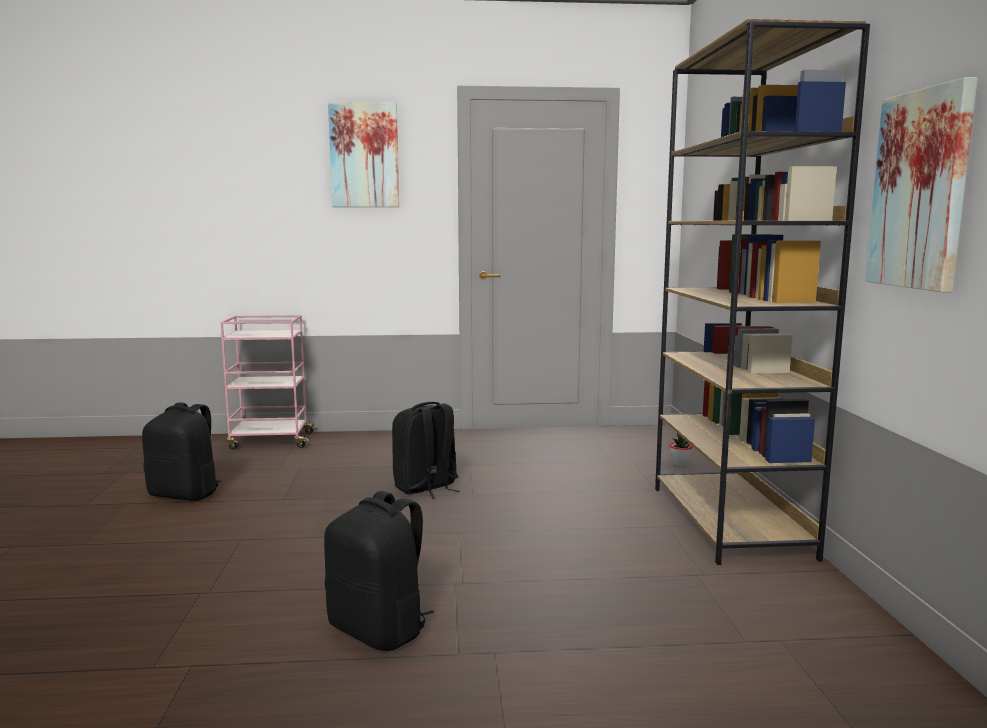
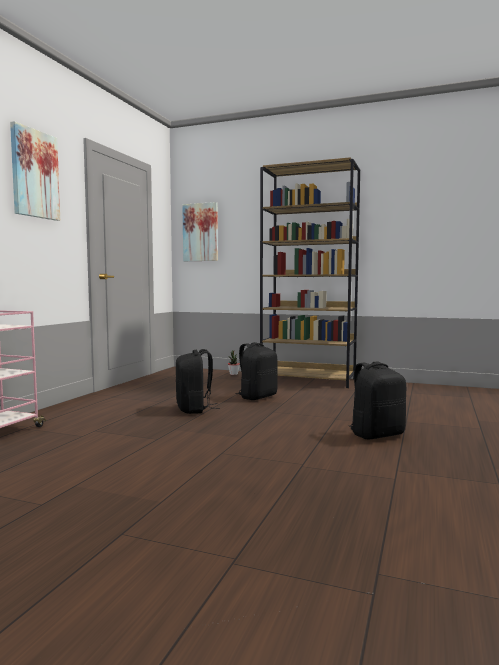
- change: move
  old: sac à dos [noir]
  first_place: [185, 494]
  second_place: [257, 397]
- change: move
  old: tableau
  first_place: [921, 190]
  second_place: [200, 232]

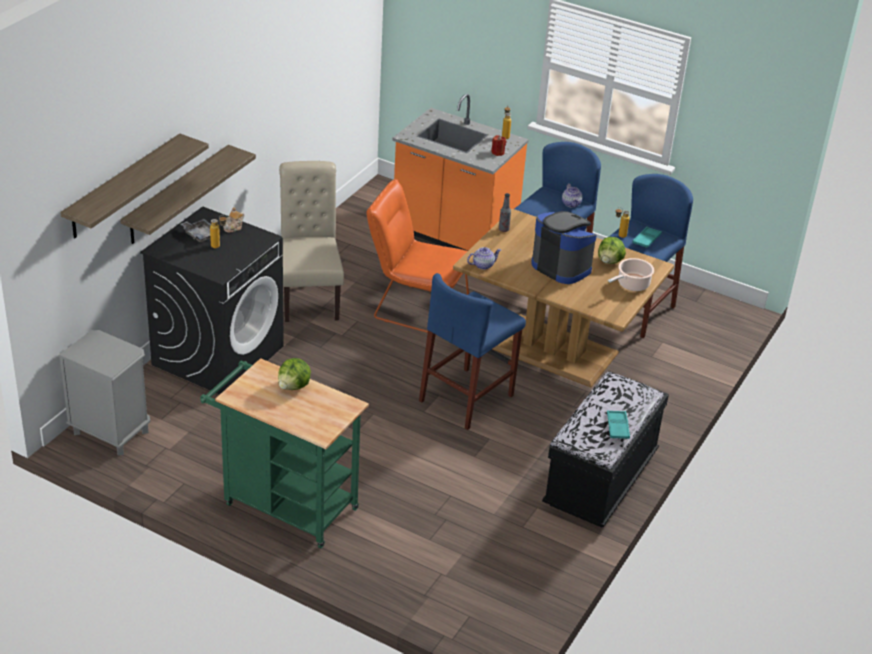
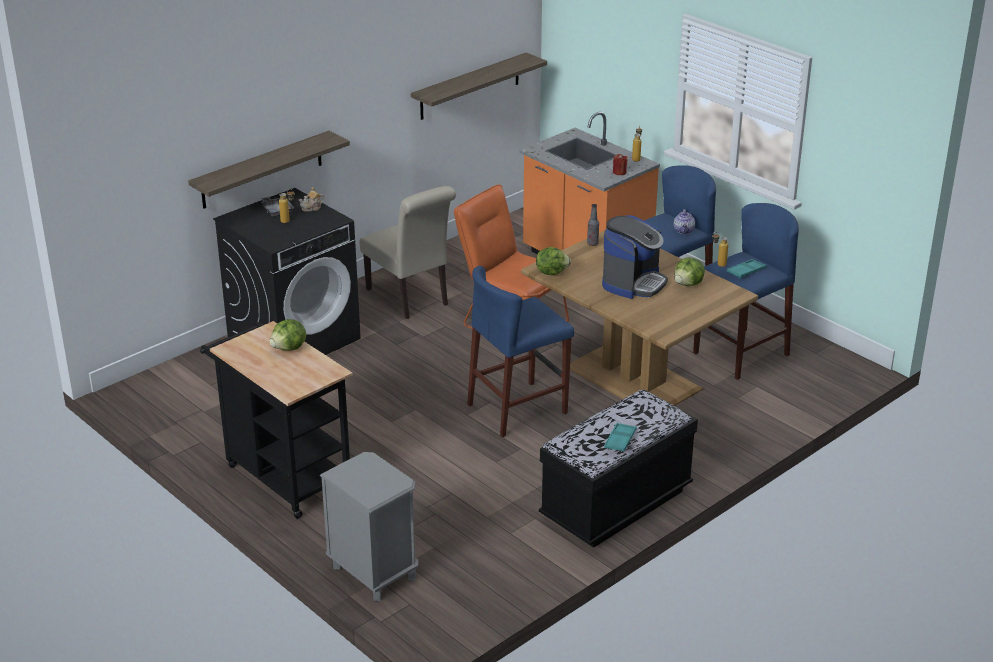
- change: delete
  old: marmite
  first_place: [631, 284]
- change: move
  old: table de chevet [gris]
  first_place: [110, 432]
  second_place: [373, 572]
- change: move
  old: étagère
  first_place: [124, 186]
  second_place: [470, 86]
- change: replace
  old: théière
  new: laitue
  first_place: [483, 265]
  second_place: [551, 272]
- change: recolor
  old: chariot [vert]
  new: chariot [noir]
  first_place: [284, 504]
  second_place: [284, 475]
- change: rotate
  old: chaise [beige]
  first_place: [309, 296]
  second_place: [410, 298]
  degrees: 135
- change: rotate
  old: machine à café
  first_place: [561, 266]
  second_place: [633, 283]
  degrees: 60

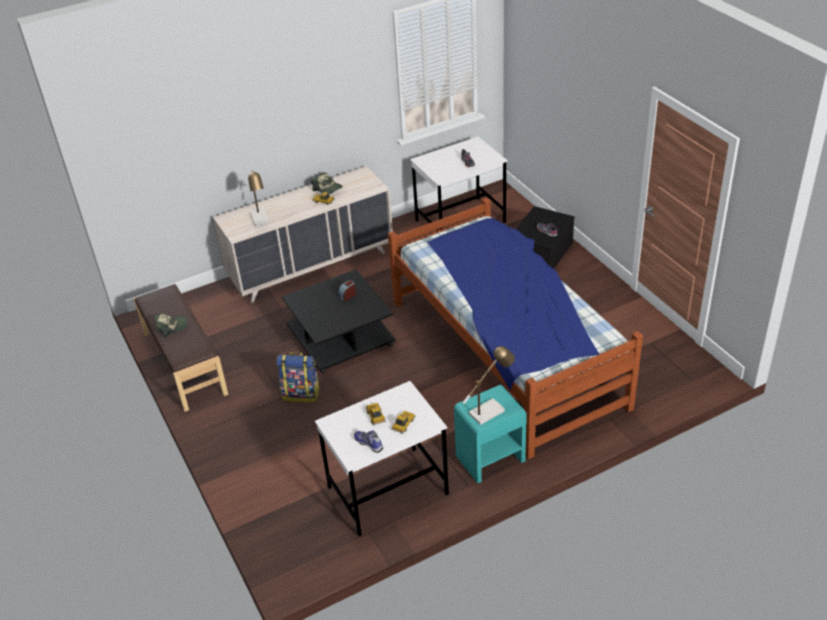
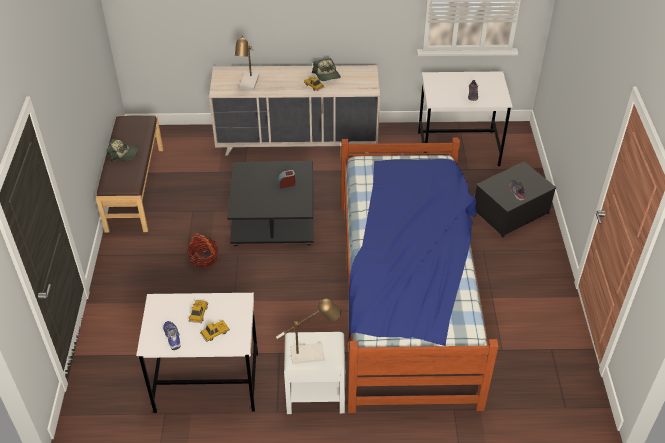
- change: replace
  old: sac à dos
  new: panier
  first_place: [301, 394]
  second_place: [204, 258]
- change: recolor
  old: table de chevet [turquoise]
  new: table de chevet [blanc]
  first_place: [489, 458]
  second_place: [315, 395]

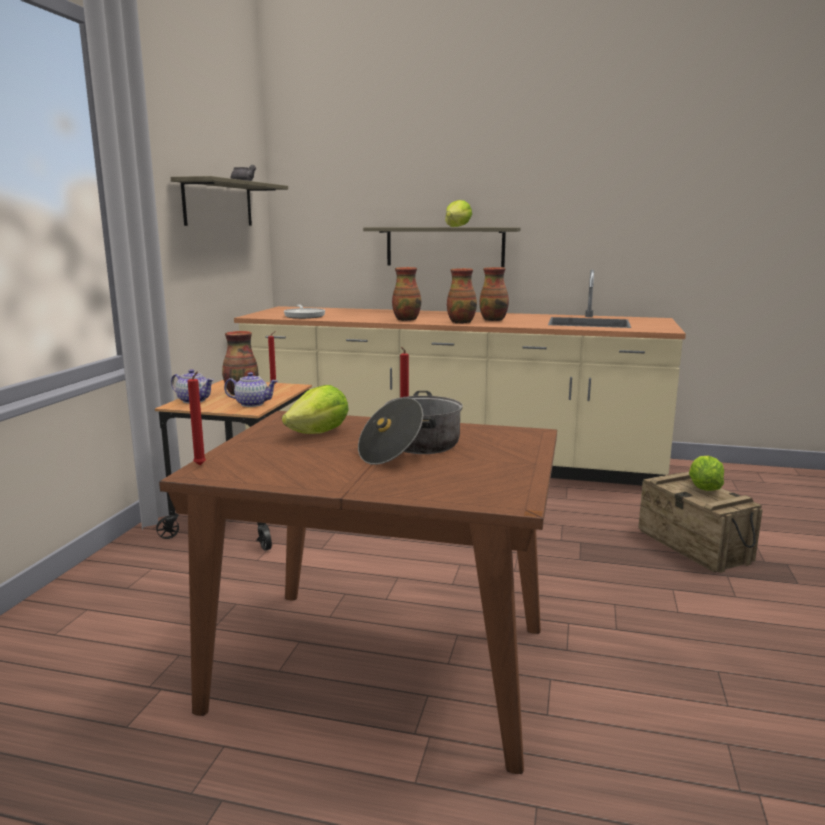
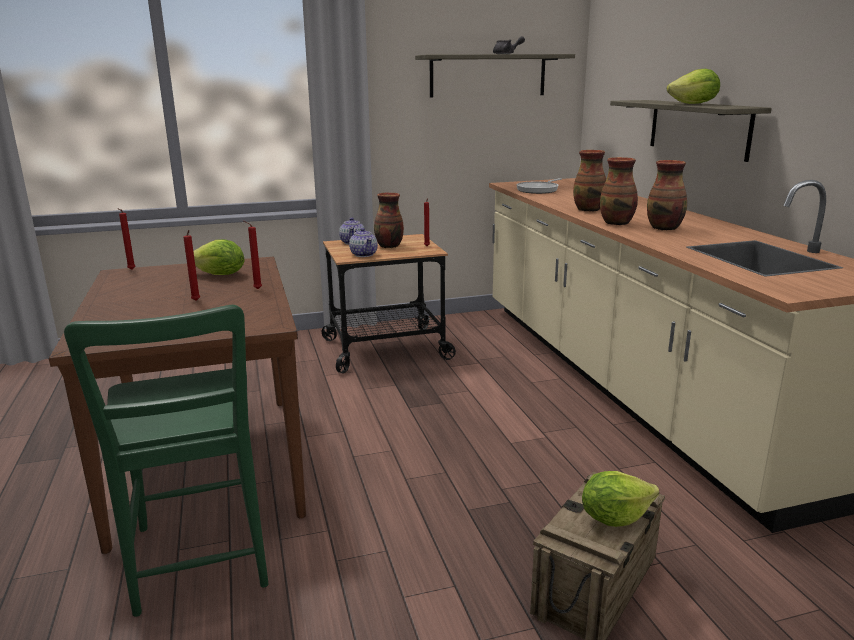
- change: insert
  new: chaise [vert]
  second_place: [201, 562]
- change: replace
  old: marmite
  new: bougie [rouge]
  first_place: [411, 449]
  second_place: [196, 301]

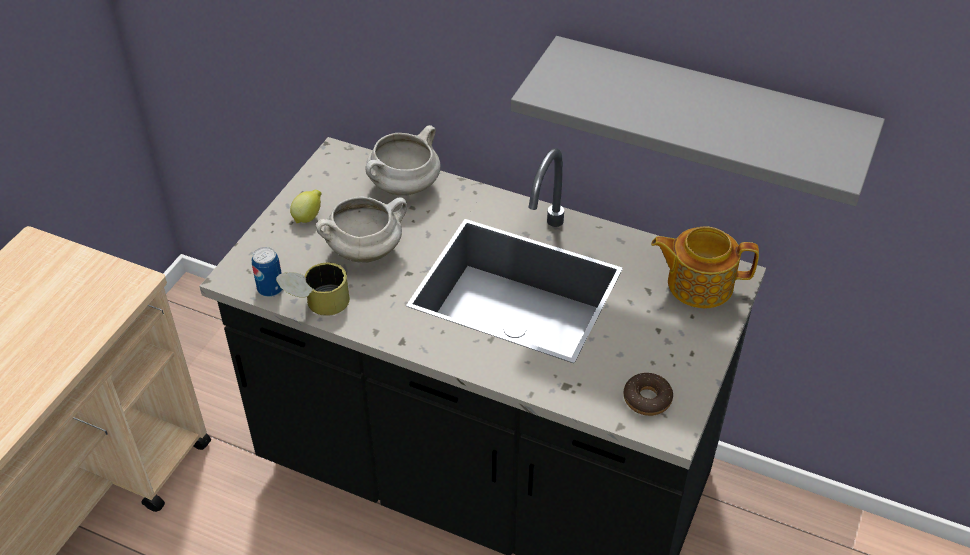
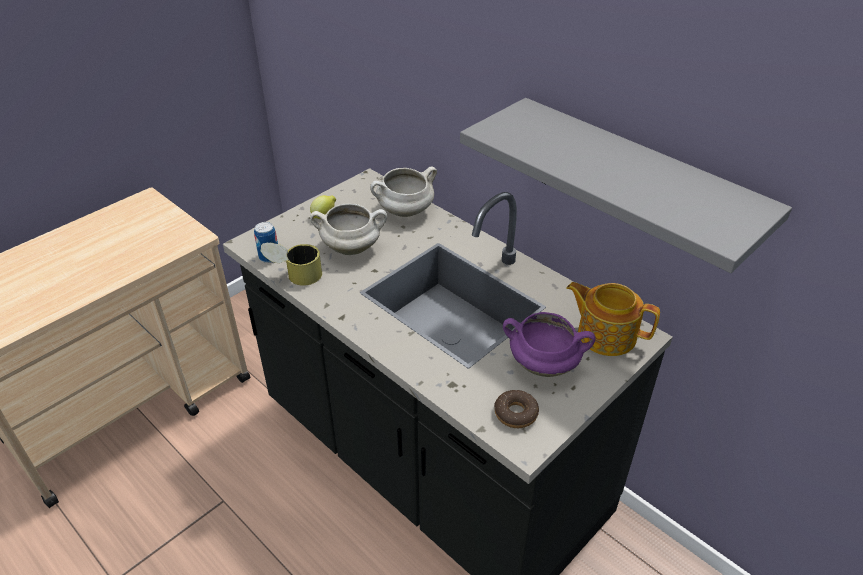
- change: insert
  new: marmite [violet]
  second_place: [544, 364]

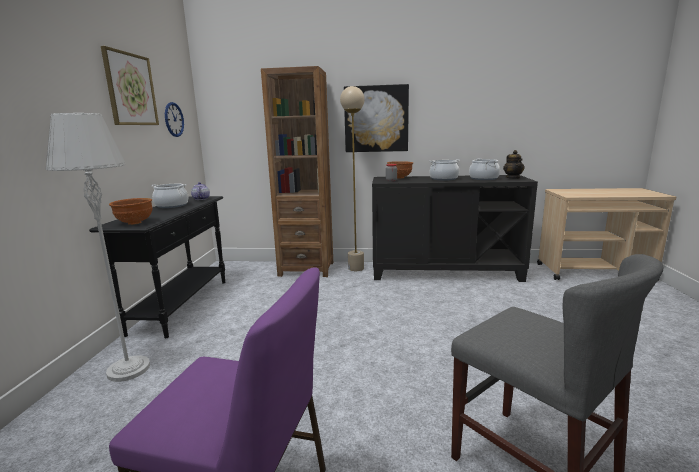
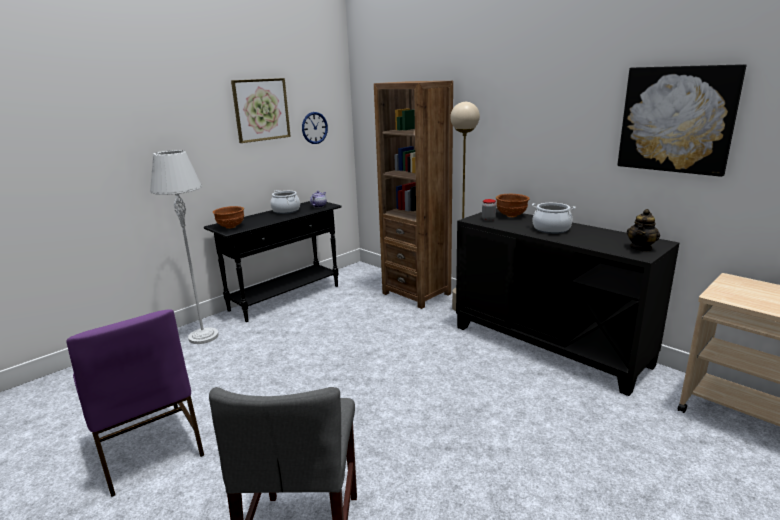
- change: delete
  old: marmite
  first_place: [484, 178]
- change: move
  old: tableau
  first_place: [376, 119]
  second_place: [676, 119]

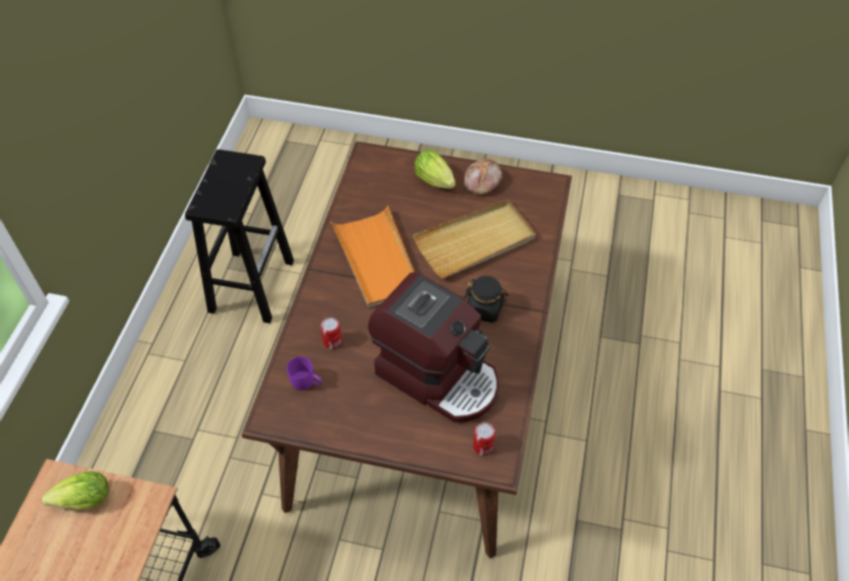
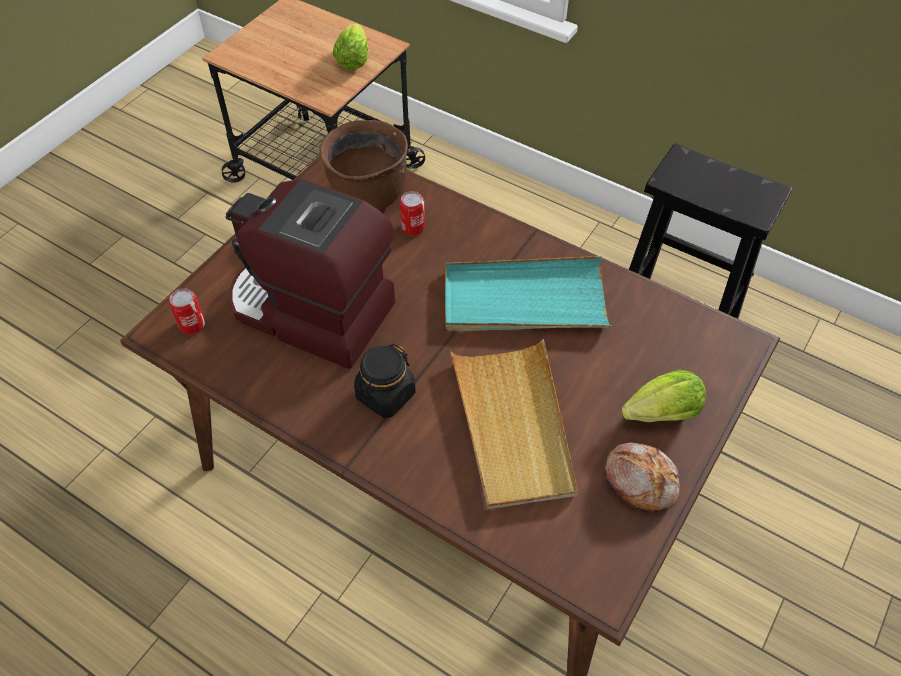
- change: replace
  old: mug [violet]
  new: marmite [marron]
  first_place: [307, 383]
  second_place: [368, 195]
- change: recolor
  old: plateau [orange]
  new: plateau [turquoise]
  first_place: [376, 259]
  second_place: [524, 300]
- change: rotate
  old: machine à café
  first_place: [438, 375]
  second_place: [311, 312]
  degrees: 60

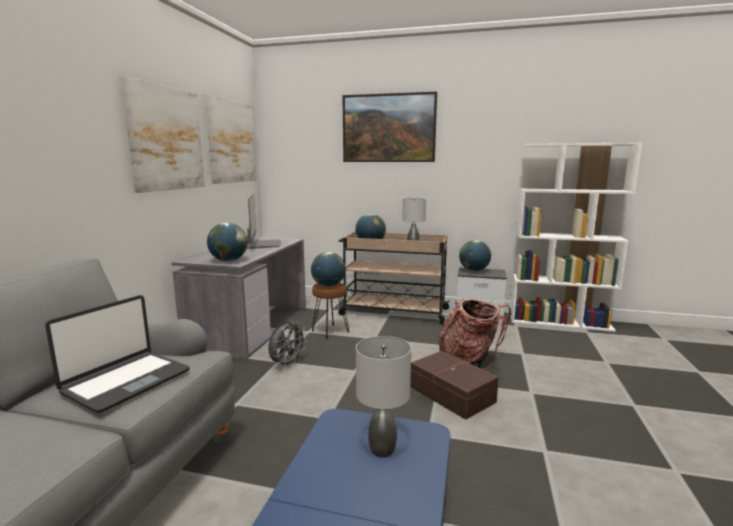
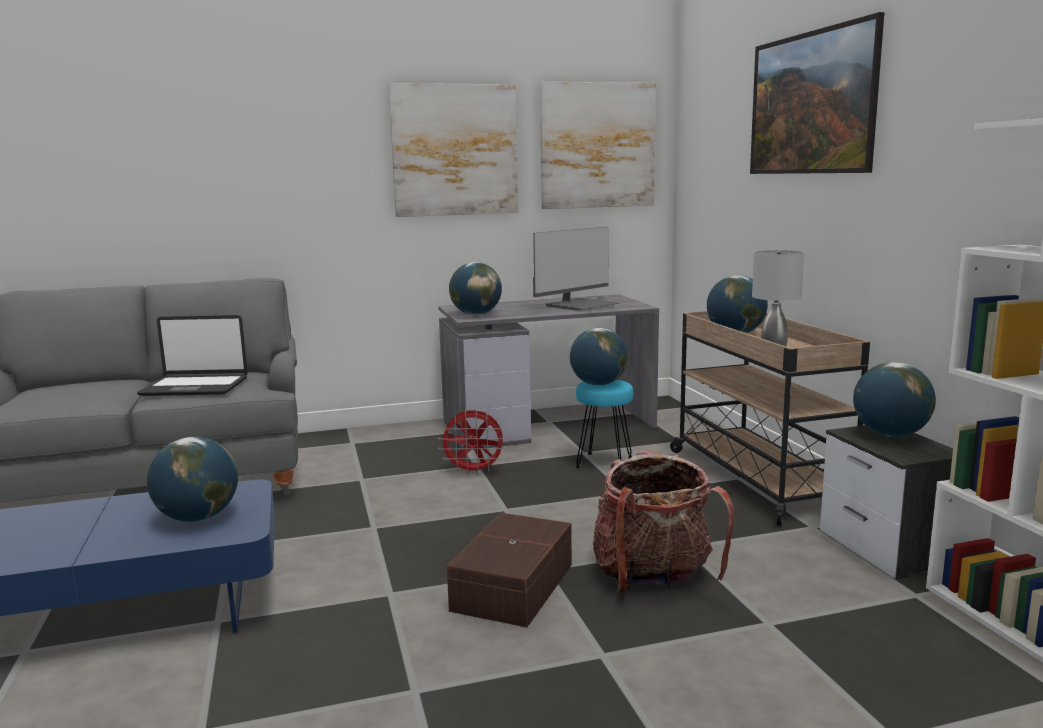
- change: replace
  old: lampe de table [gris]
  new: globe
  first_place: [382, 450]
  second_place: [198, 518]
- change: recolor
  old: ventilateur [gris]
  new: ventilateur [rouge]
  first_place: [287, 364]
  second_place: [474, 471]
- change: recolor
  old: tabouret [marron]
  new: tabouret [turquoise]
  first_place: [330, 331]
  second_place: [604, 463]

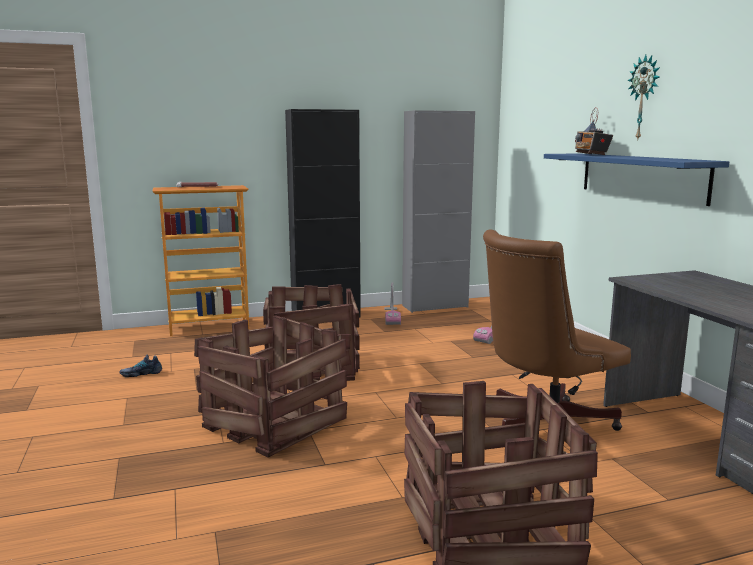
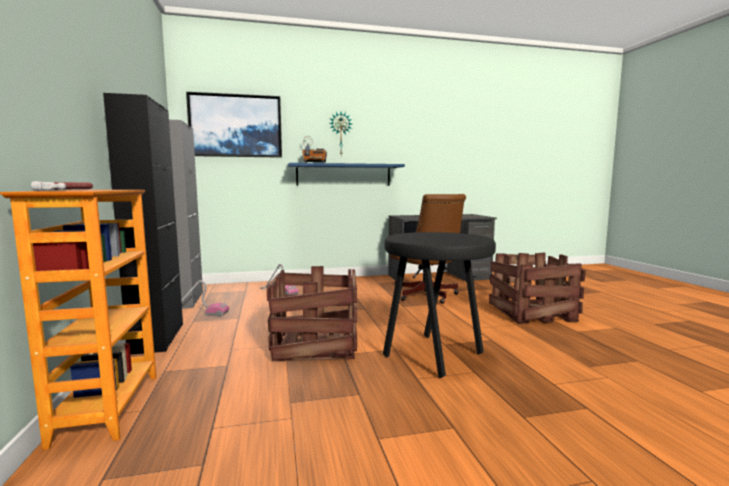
- change: delete
  old: chaussure
  first_place: [141, 373]
- change: insert
  new: tableau
  second_place: [236, 126]
- change: replace
  old: caisse
  new: tabouret [noir]
  first_place: [274, 423]
  second_place: [435, 355]

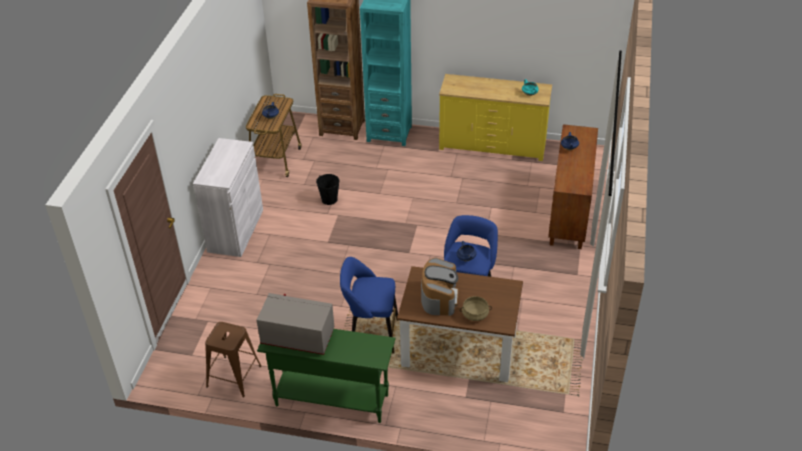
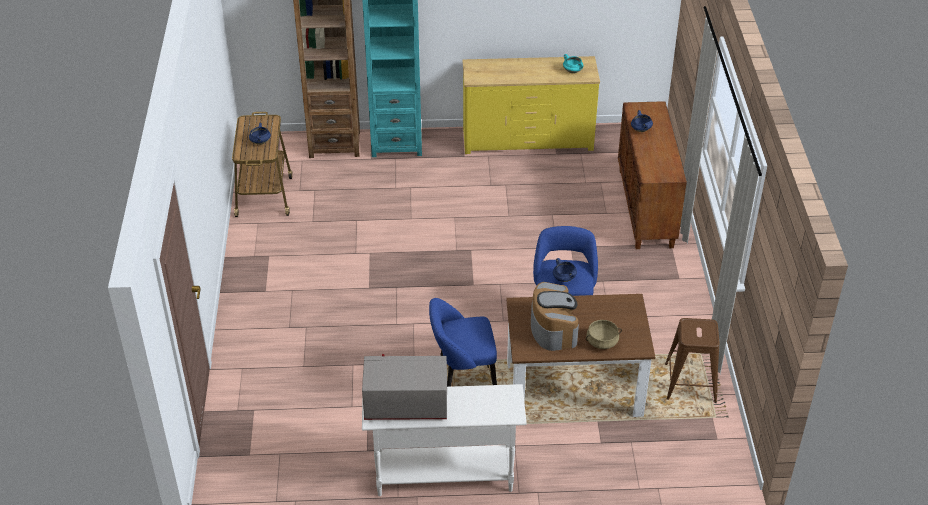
- change: delete
  old: meuble de rangement [blanc]
  first_place: [235, 230]
- change: delete
  old: seau [noir]
  first_place: [329, 199]
- change: move
  old: tabouret [marron]
  first_place: [234, 376]
  second_place: [690, 382]
- change: recolor
  old: table console [vert]
  new: table console [blanc]
  first_place: [331, 400]
  second_place: [444, 476]

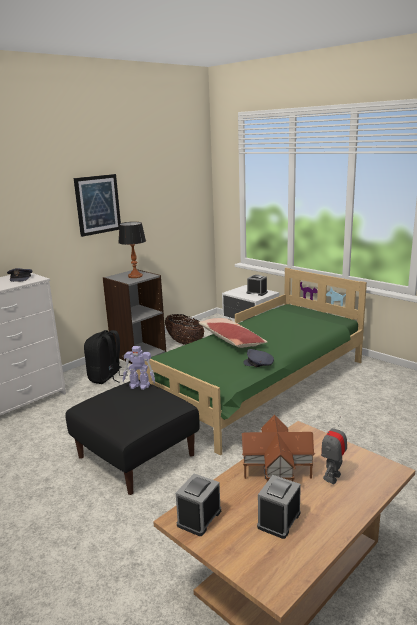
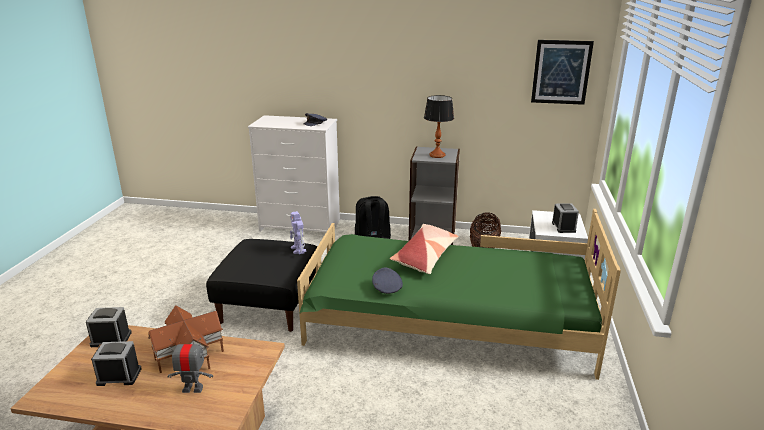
- change: move
  old: tableau
  first_place: [97, 204]
  second_place: [561, 72]

